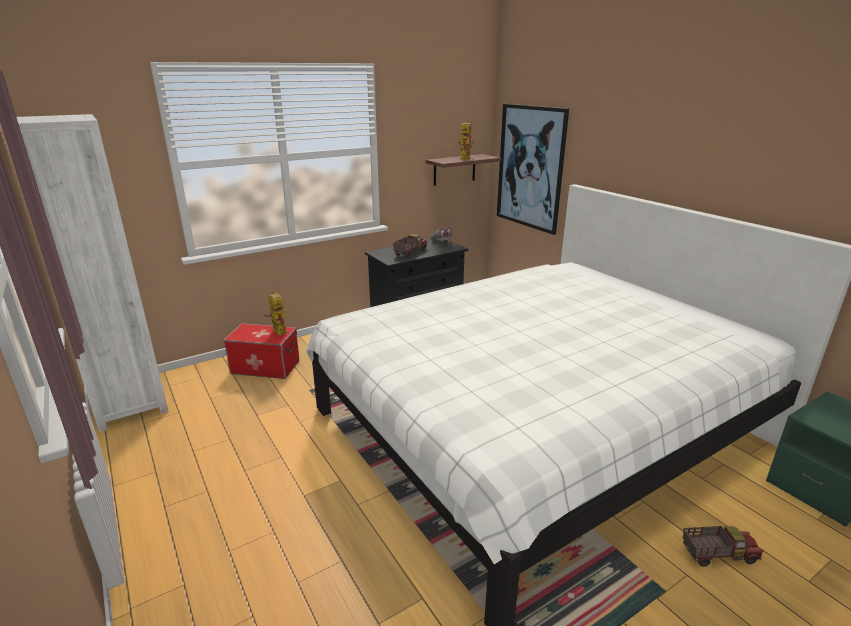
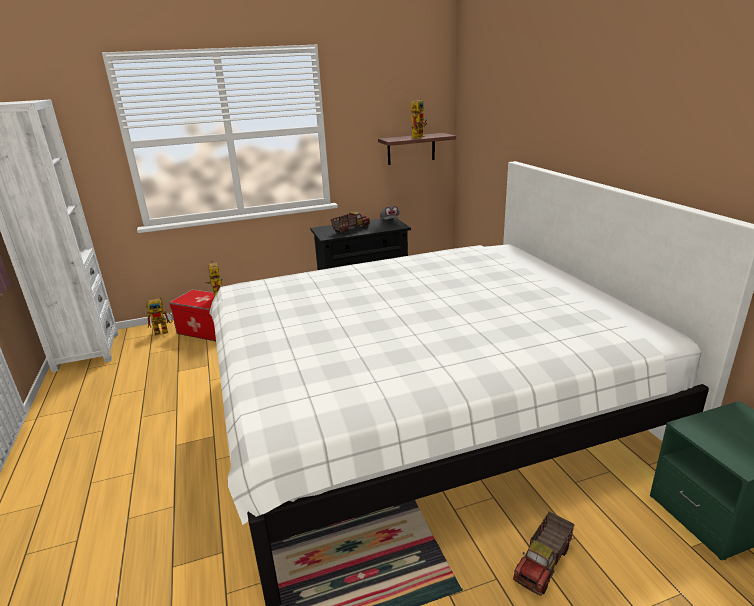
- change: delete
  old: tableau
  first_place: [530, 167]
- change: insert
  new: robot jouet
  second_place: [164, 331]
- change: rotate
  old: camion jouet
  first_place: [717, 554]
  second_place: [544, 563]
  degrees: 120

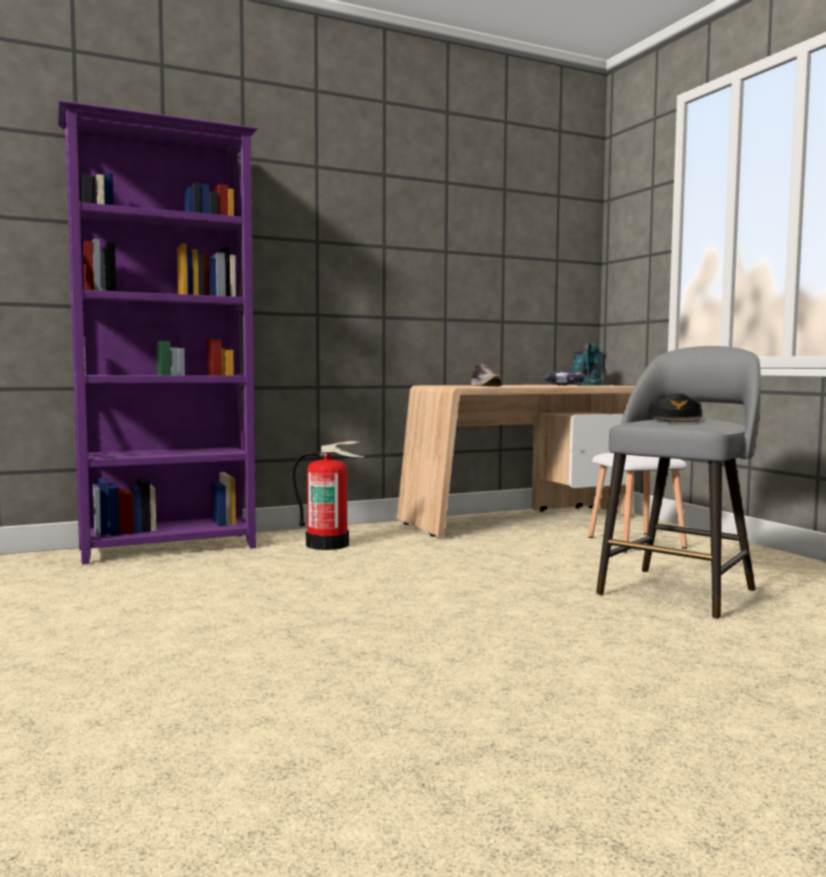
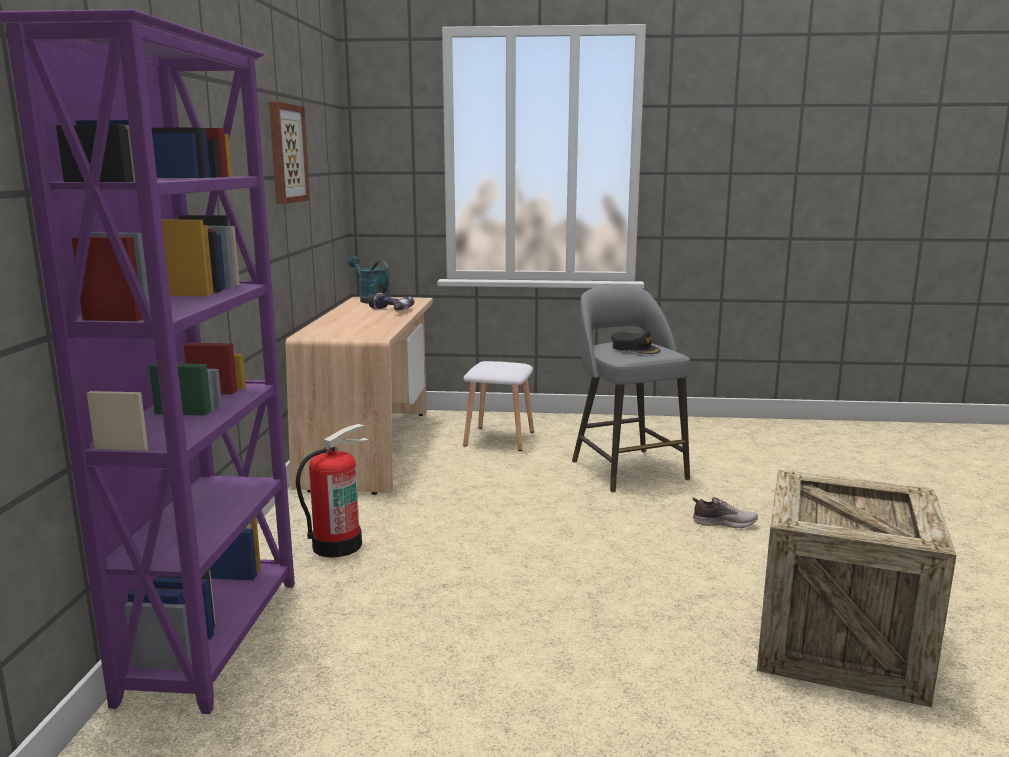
- change: insert
  new: tableau
  second_place: [286, 153]
- change: insert
  new: caisse
  second_place: [839, 644]
- change: move
  old: chaussure
  first_place: [486, 386]
  second_place: [723, 523]

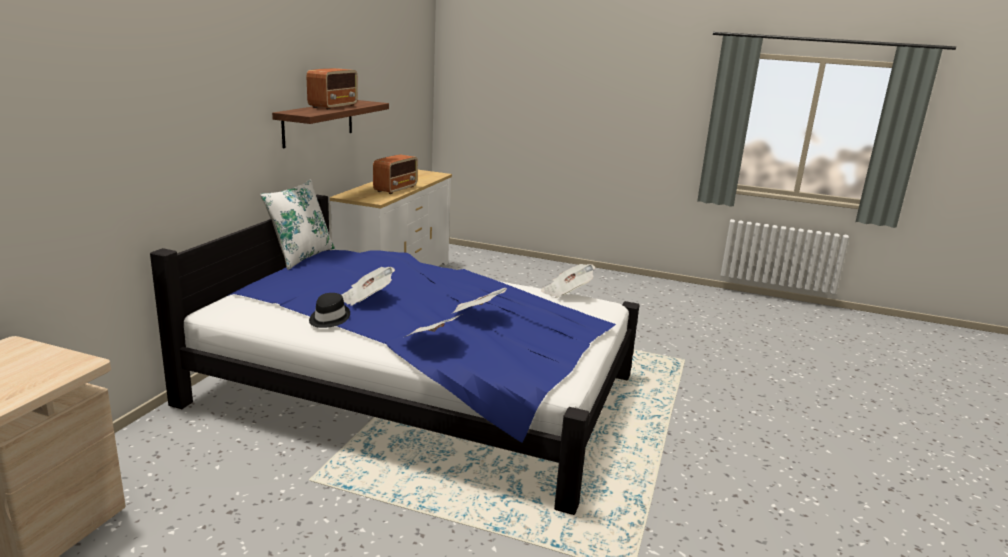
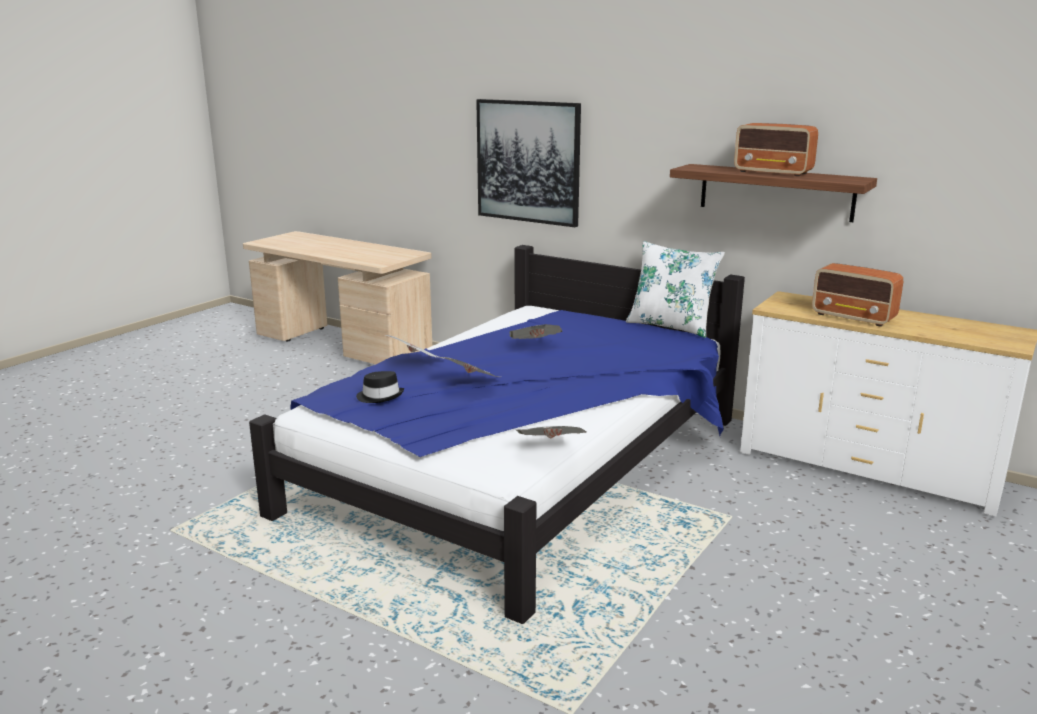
- change: insert
  new: tableau
  second_place: [528, 162]
- change: move
  old: chapeau [noir]
  first_place: [328, 318]
  second_place: [380, 396]

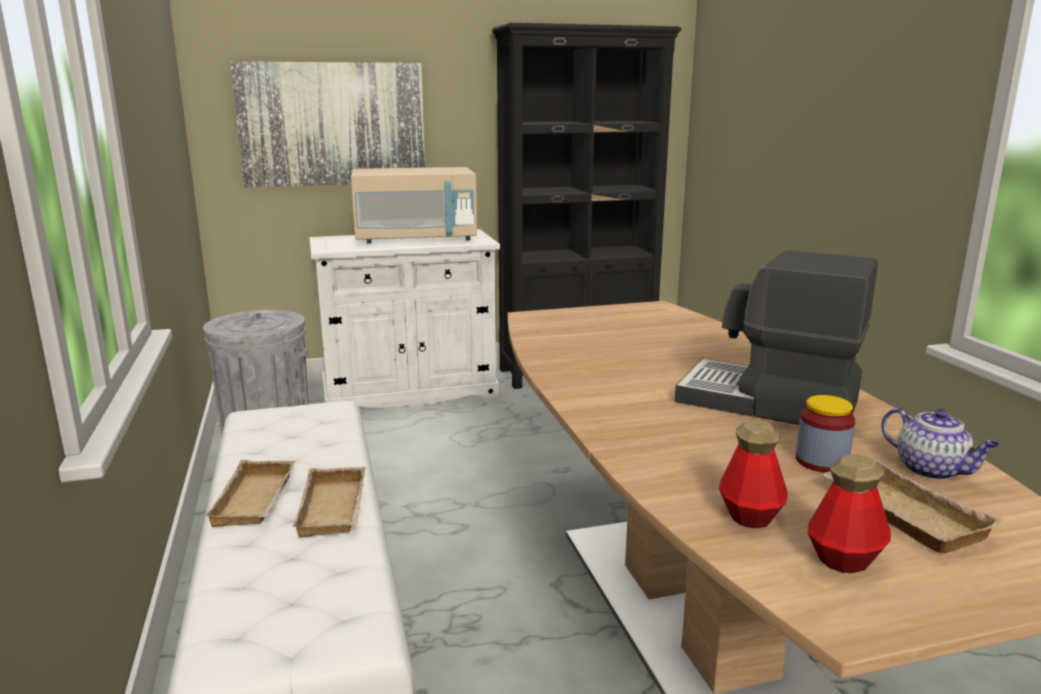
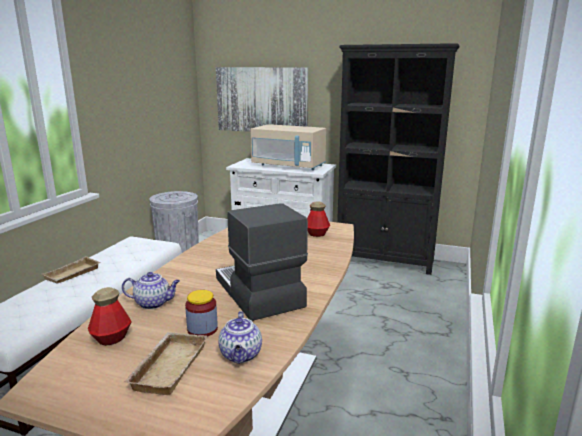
- change: delete
  old: plateau [beige]
  first_place: [336, 509]
- change: insert
  new: théière
  second_place: [153, 303]
- change: move
  old: bouteille
  first_place: [844, 559]
  second_place: [317, 234]

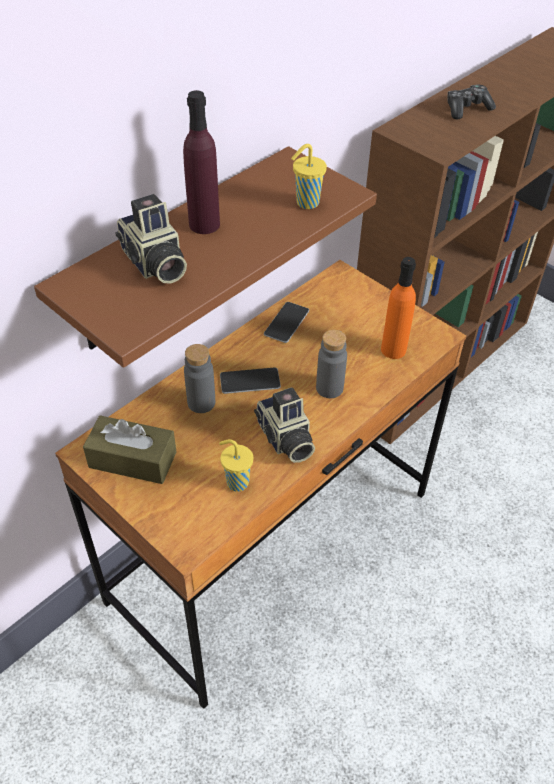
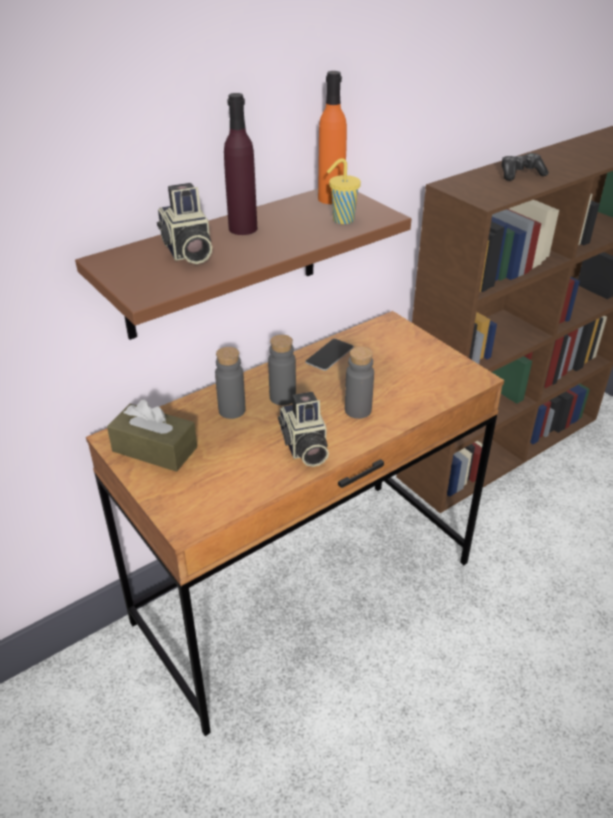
- change: delete
  old: tasse [jaune]
  first_place: [236, 482]
- change: move
  old: bouteille [orange]
  first_place: [393, 349]
  second_place: [331, 199]
- change: replace
  old: téléphone
  new: bouteille [gris]
  first_place: [250, 381]
  second_place: [282, 397]

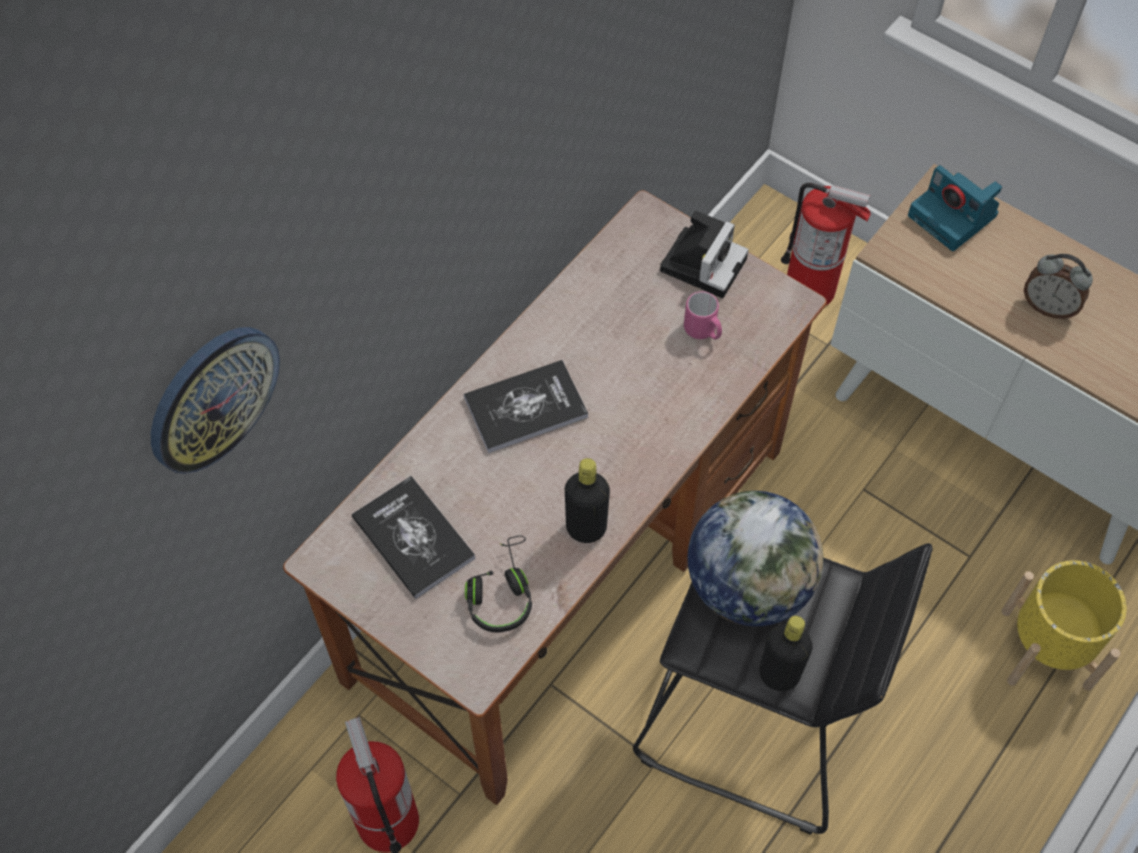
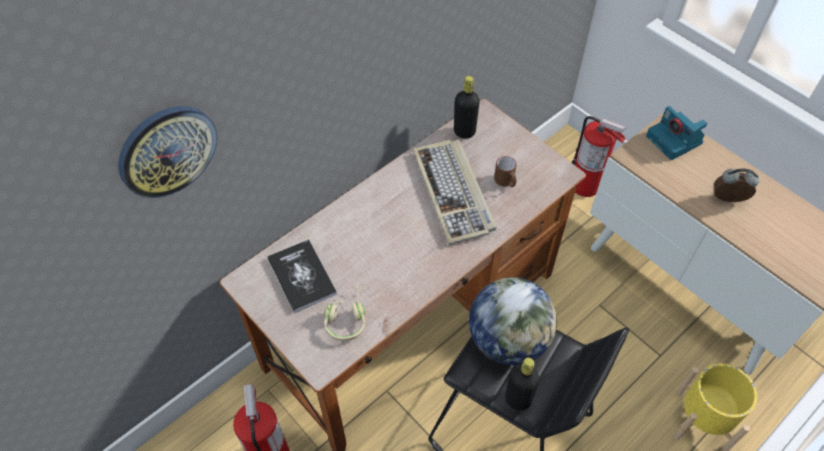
- change: delete
  old: livre
  first_place: [525, 407]
- change: delete
  old: appareil photo
  first_place: [703, 262]
- change: insert
  new: clavier
  second_place: [454, 193]
- change: move
  old: bouteille [noir]
  first_place: [586, 528]
  second_place: [464, 132]
- change: recolor
  old: casque audio [noir]
  new: casque audio [beige]
  first_place: [501, 592]
  second_place: [348, 317]
- change: recolor
  old: mug [rose]
  new: mug [marron]
  first_place: [703, 331]
  second_place: [506, 182]
- change: rotate
  old: réveil
  first_place: [1048, 306]
  second_place: [728, 200]
  degrees: 150

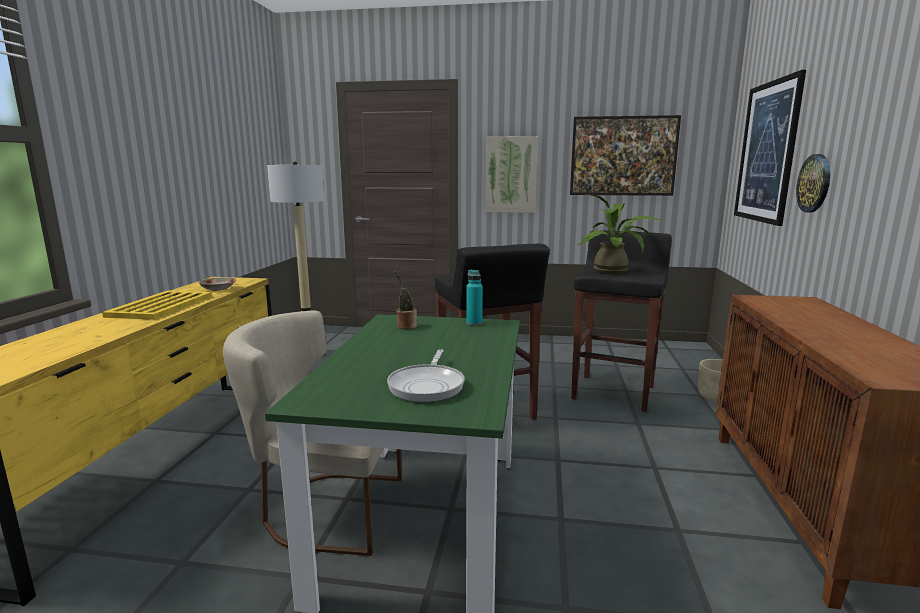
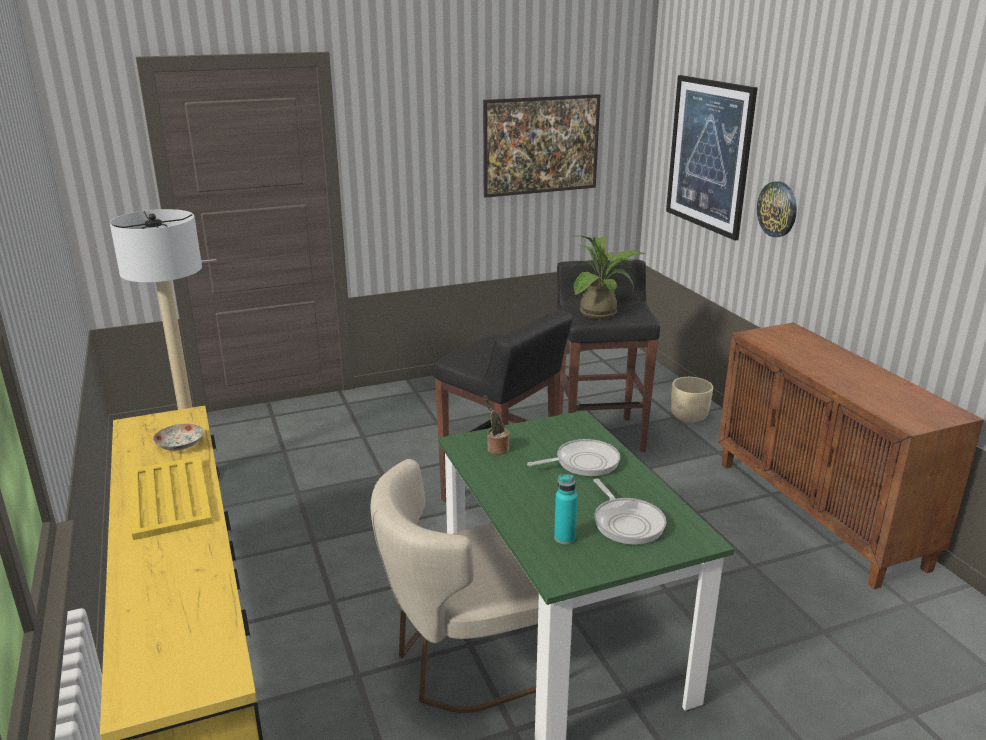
- change: delete
  old: tableau
  first_place: [511, 175]
- change: insert
  new: poêle
  second_place: [583, 462]
- change: move
  old: bouteille [turquoise]
  first_place: [474, 323]
  second_place: [564, 538]

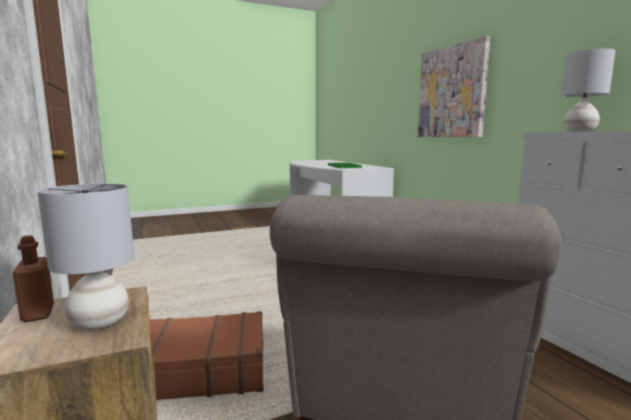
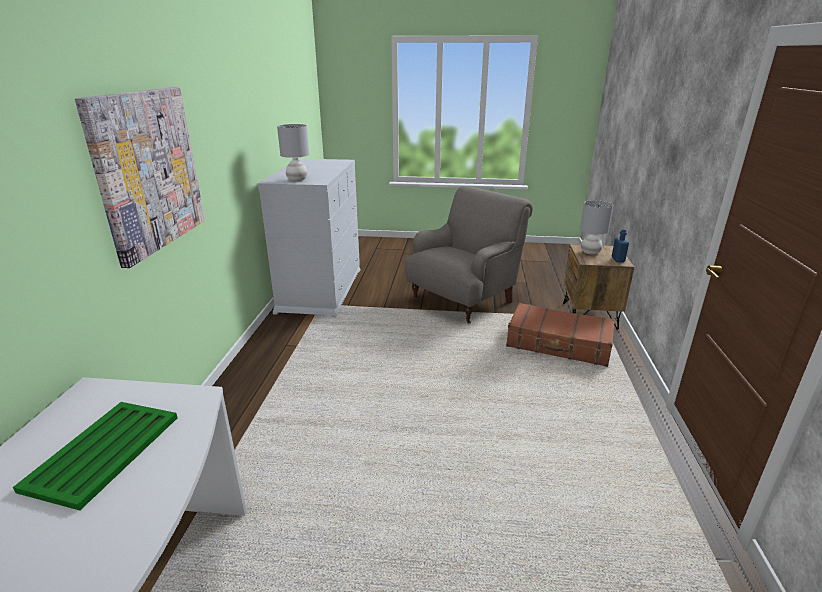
- change: recolor
  old: bouteille [marron]
  new: bouteille [bleu]
  first_place: [38, 314]
  second_place: [618, 260]

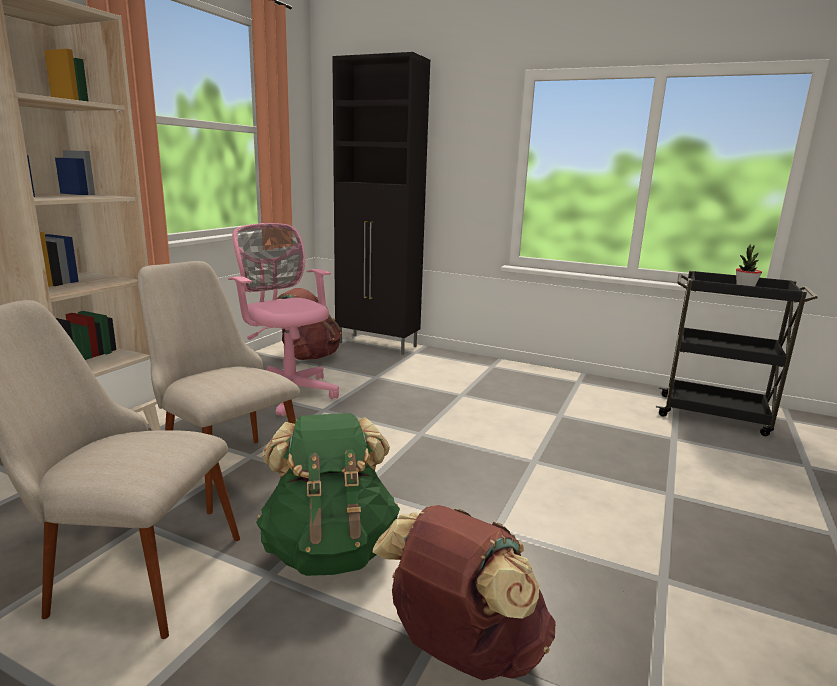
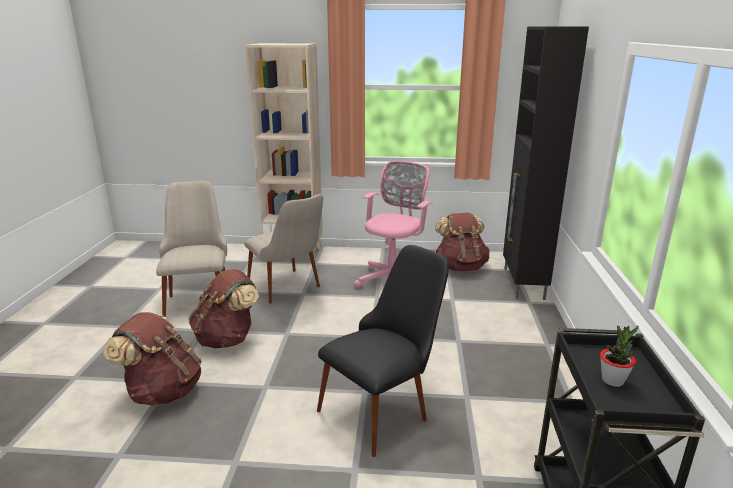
- change: insert
  new: chaise [noir]
  second_place: [384, 407]
- change: recolor
  old: sac à dos [vert]
  new: sac à dos [marron]
  first_place: [330, 549]
  second_place: [227, 339]
- change: rotate
  old: chaise [beige]
  first_place: [223, 464]
  second_place: [289, 290]
  degrees: 120

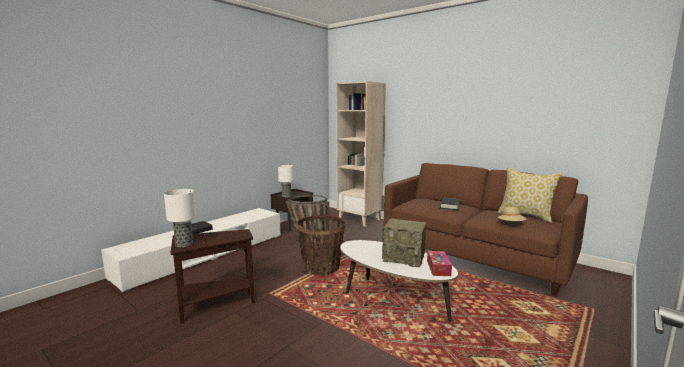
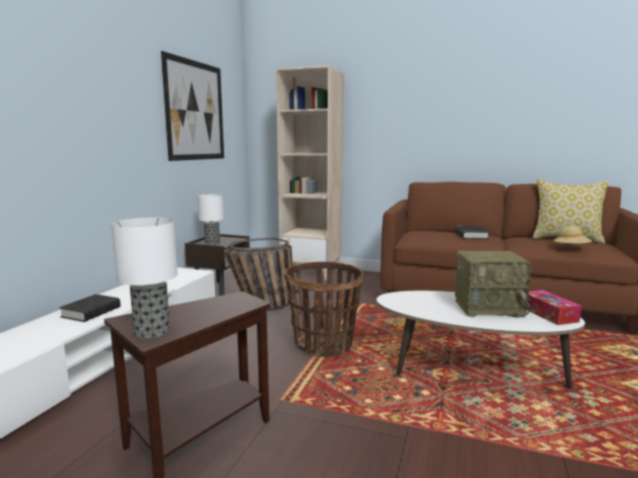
- change: insert
  new: tableau
  second_place: [195, 111]

